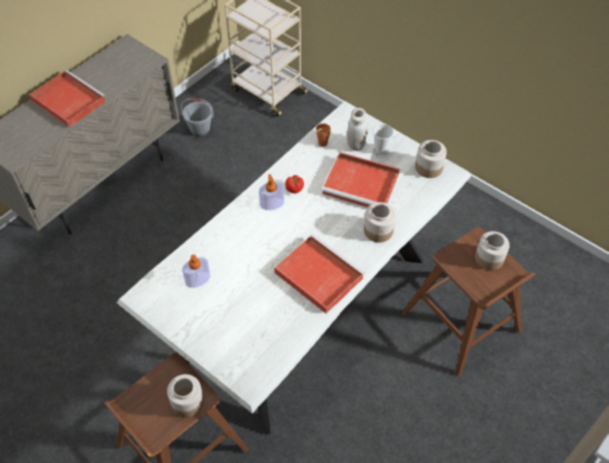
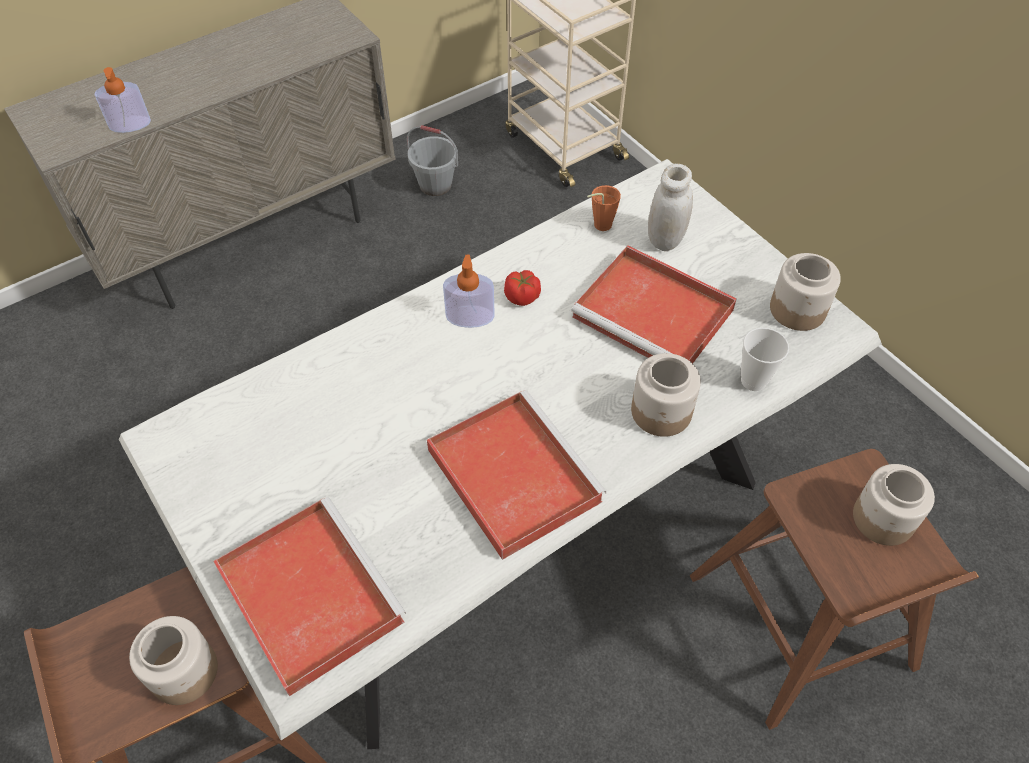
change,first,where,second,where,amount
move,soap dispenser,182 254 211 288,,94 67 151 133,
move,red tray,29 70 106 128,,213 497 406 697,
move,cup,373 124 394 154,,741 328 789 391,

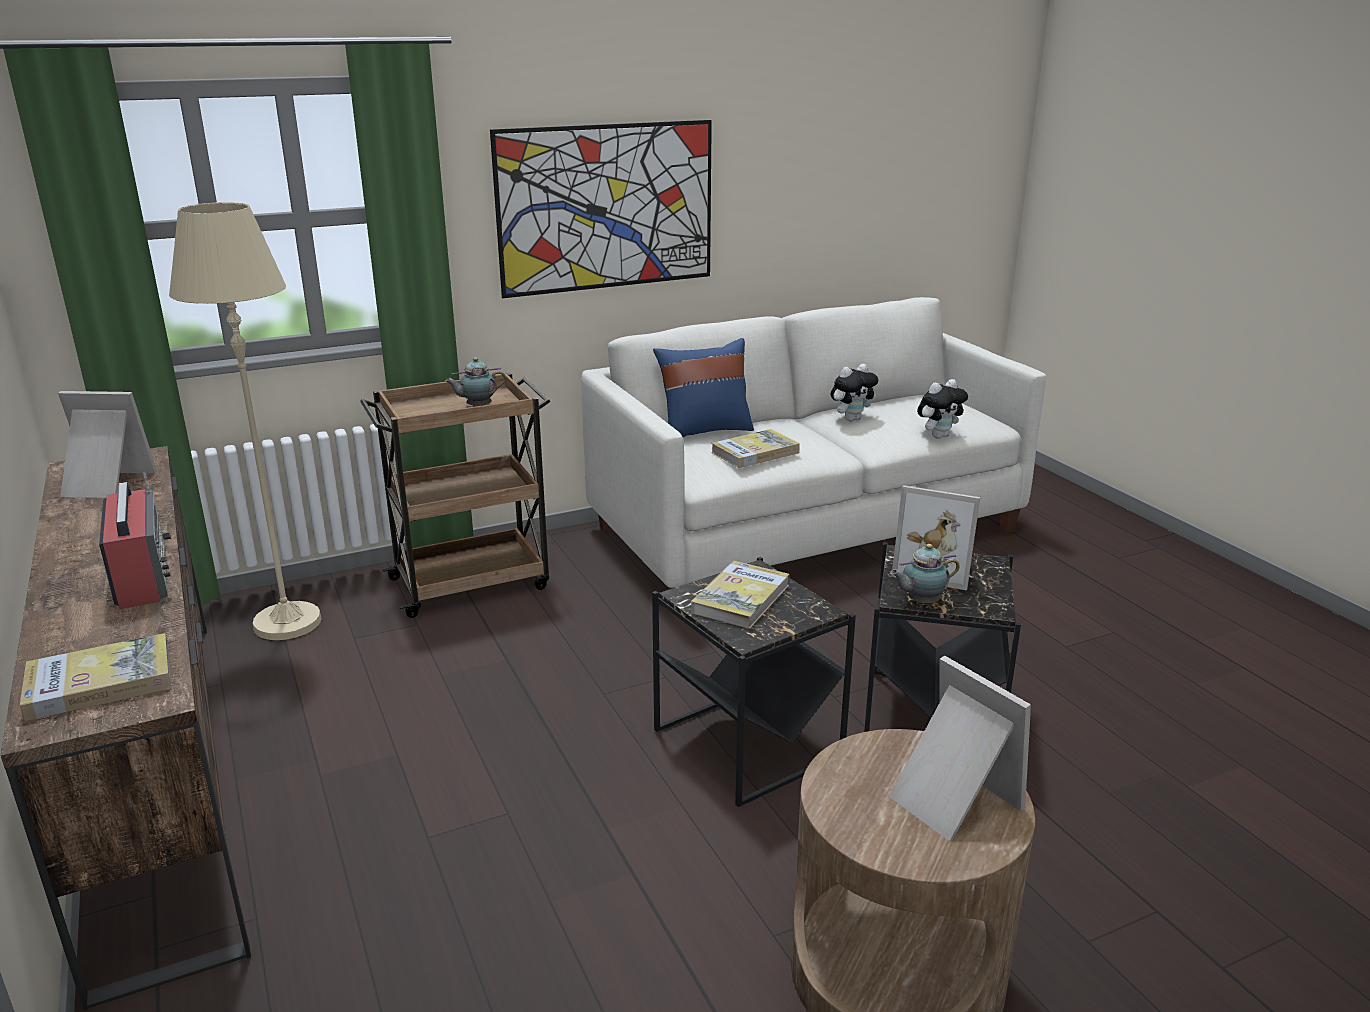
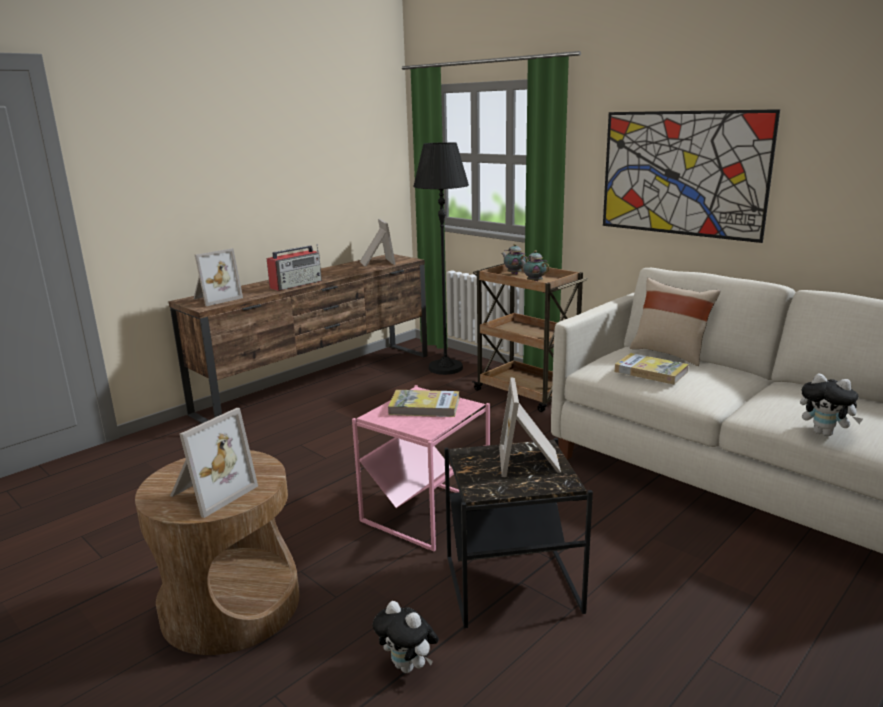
change,first,where,second,where,amount
replace,book,20 633 172 721,picture frame,194 248 243 306,
recolor,black side table,652 557 856 807,pink side table,352 385 490 551,
move,plush toy,831 364 878 421,,373 601 439 673,
recolor,beige floor lamp,169 202 321 640,black floor lamp,413 142 469 375,
move,teapot,890 544 960 603,,501 244 528 275,
recolor,blue pillow,653 338 754 437,beige pillow,630 278 721 366,

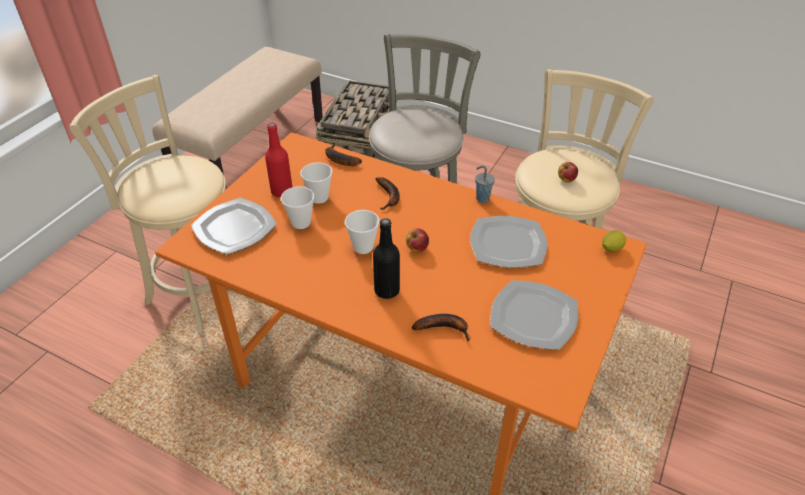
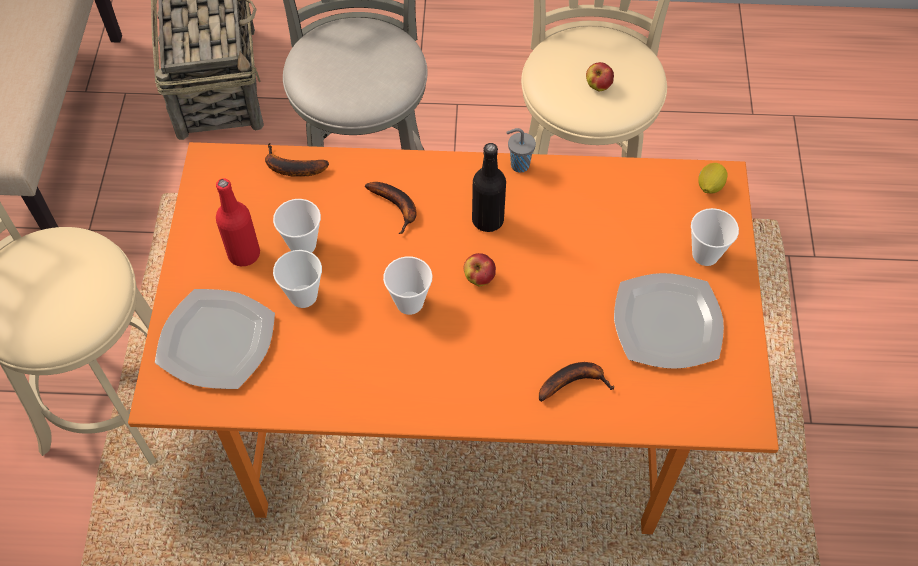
change,first,where,second,where,amount
move,black bottle,373 218 400 299,,472 143 506 232,
insert,,,cup,691 208 739 266,
delete,plate,470 216 547 268,,,

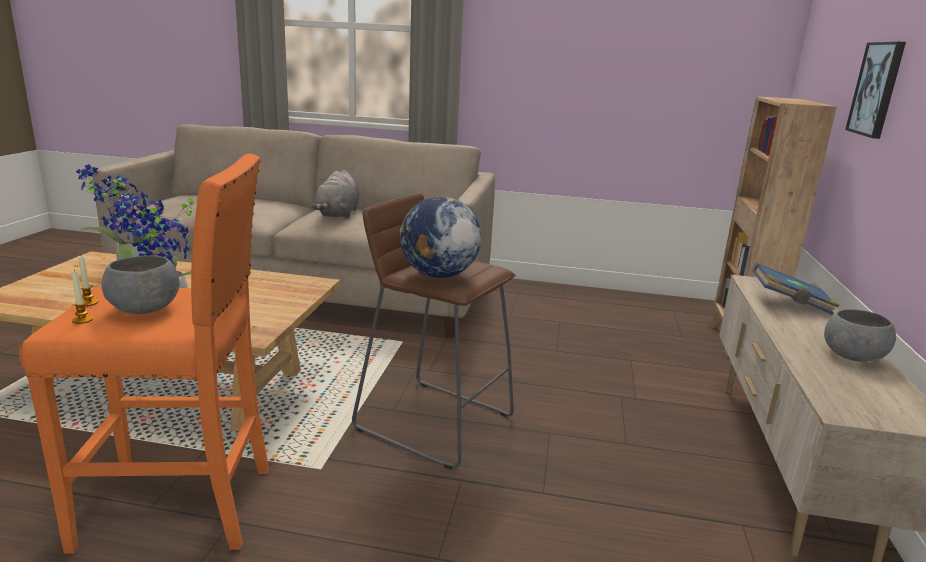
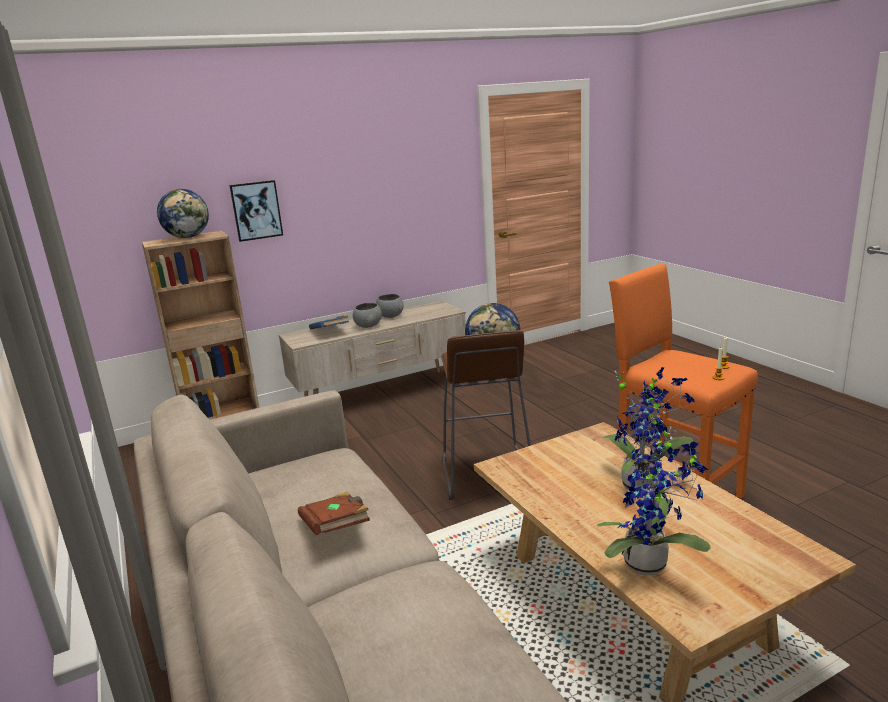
change,first,where,second,where,amount
insert,,,globe,156 189 209 238,
replace,grey plush toy,312 170 359 218,brown book,298 492 370 536,
move,grey bowl,102 256 179 314,,353 303 382 328,

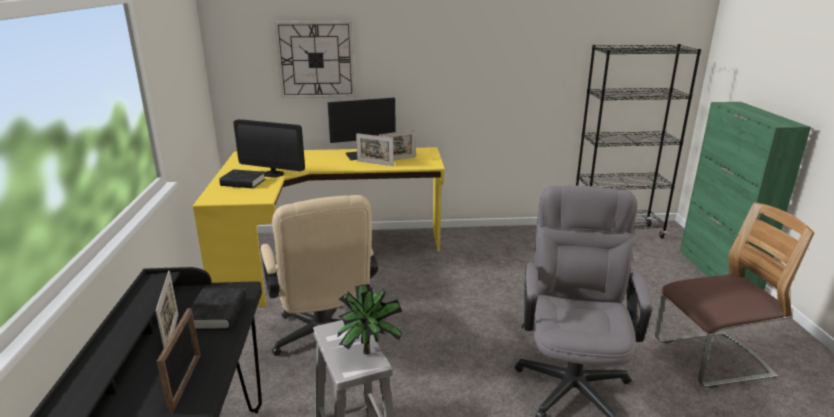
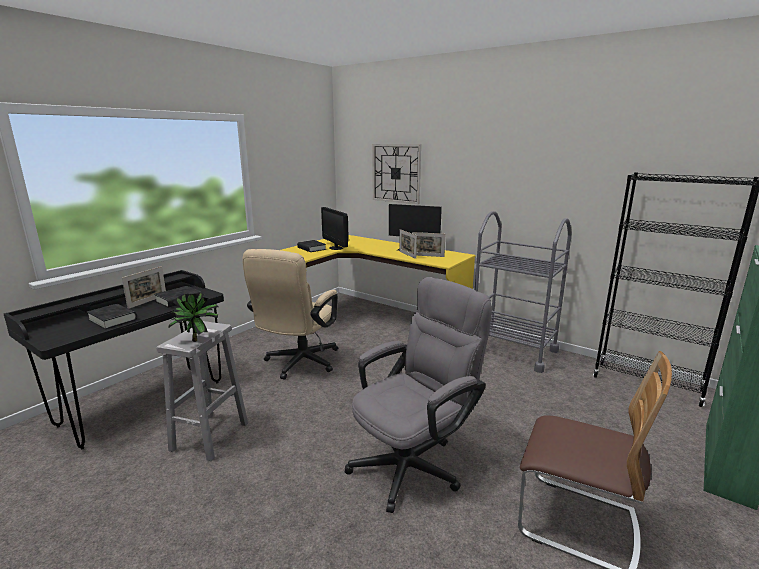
change,first,where,second,where,amount
replace,picture frame,156 308 200 413,black book,87 304 137 329,
insert,,,grey cart,475 211 572 373,

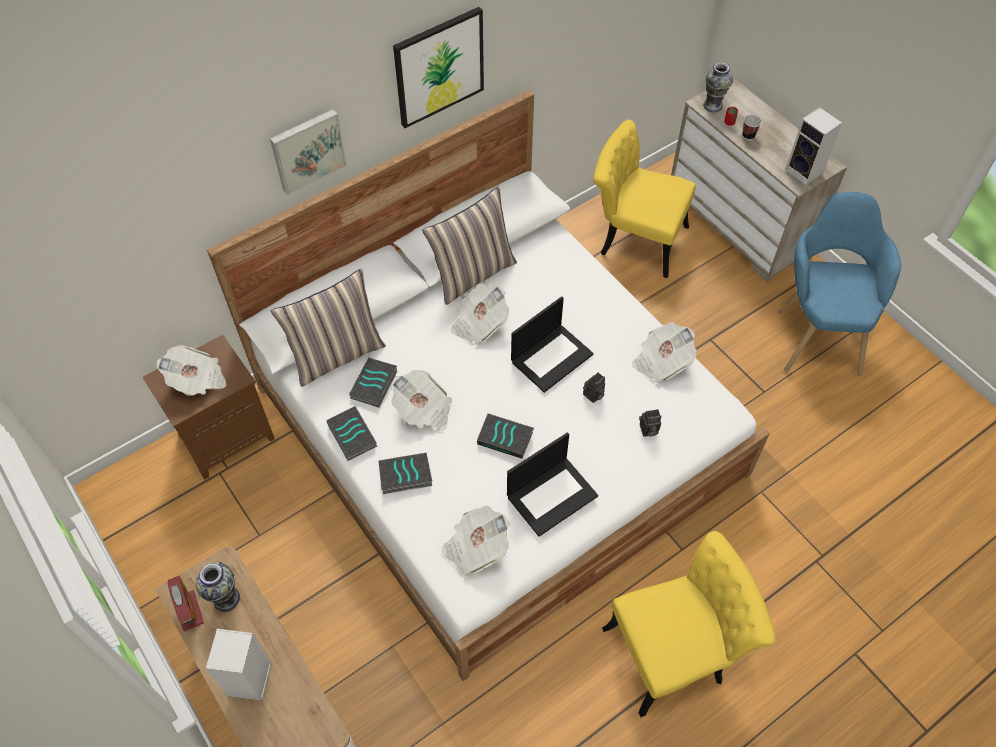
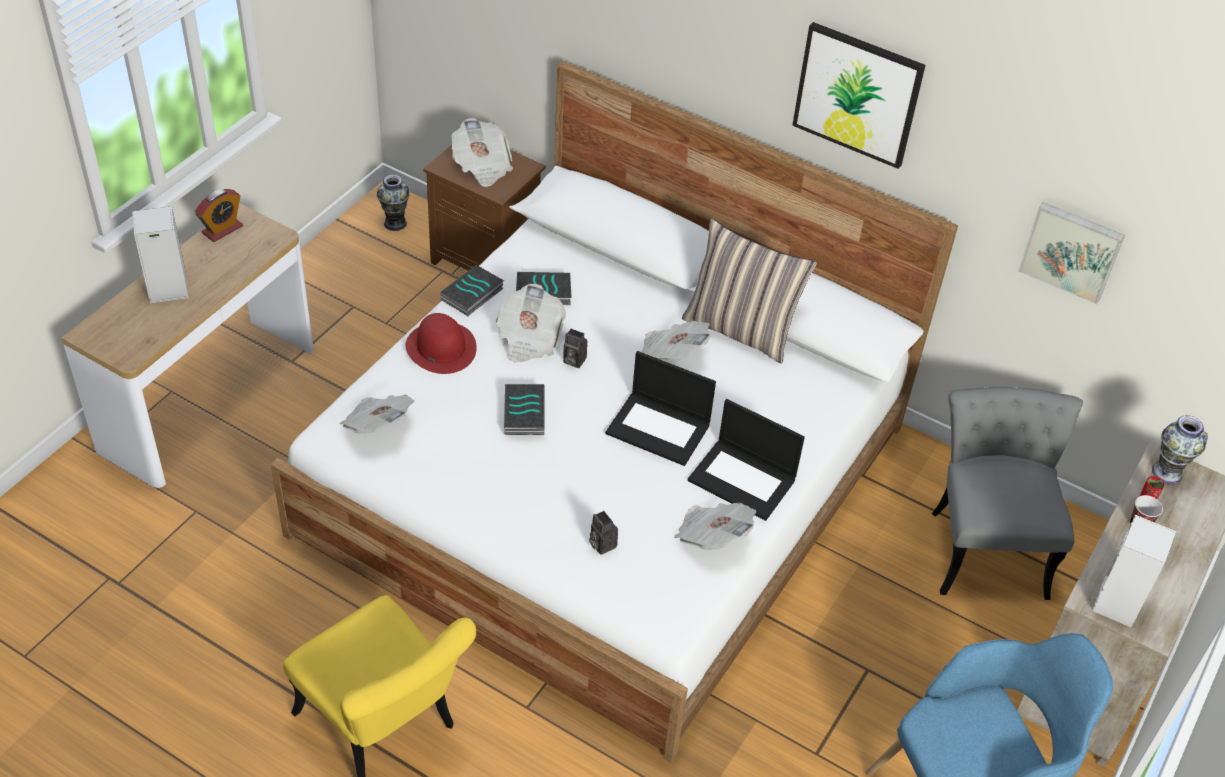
change,first,where,second,where,amount
move,vase,196 561 240 612,,377 175 409 231,
replace,book,379 453 432 494,red hat,406 313 477 374,
move,photo camera,583 372 605 403,,563 328 587 368,
move,laptop,507 432 598 537,,688 399 805 521,
recolor,yellow chair,593 120 696 278,grey chair,932 387 1083 600,
move,picture,270 109 347 195,,1018 202 1125 304,
delete,pillow,271 269 386 387,,,

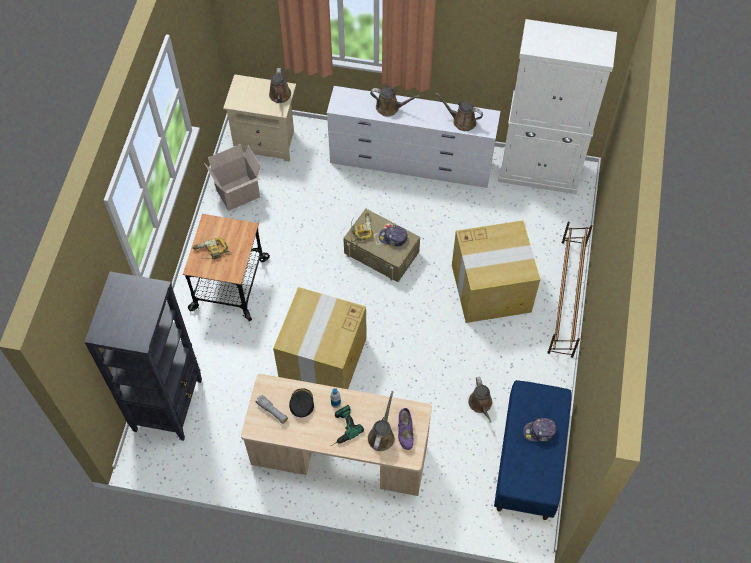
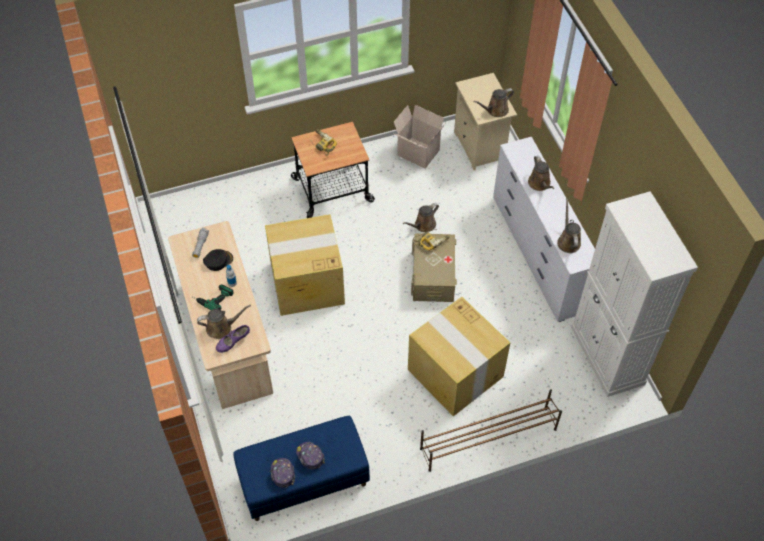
change,first,where,second,where,amount
move,cap,379 225 408 246,,270 458 295 488,
move,brown watering can,468 377 492 422,,402 203 439 232,
delete,black bookcase,84 271 202 441,,,

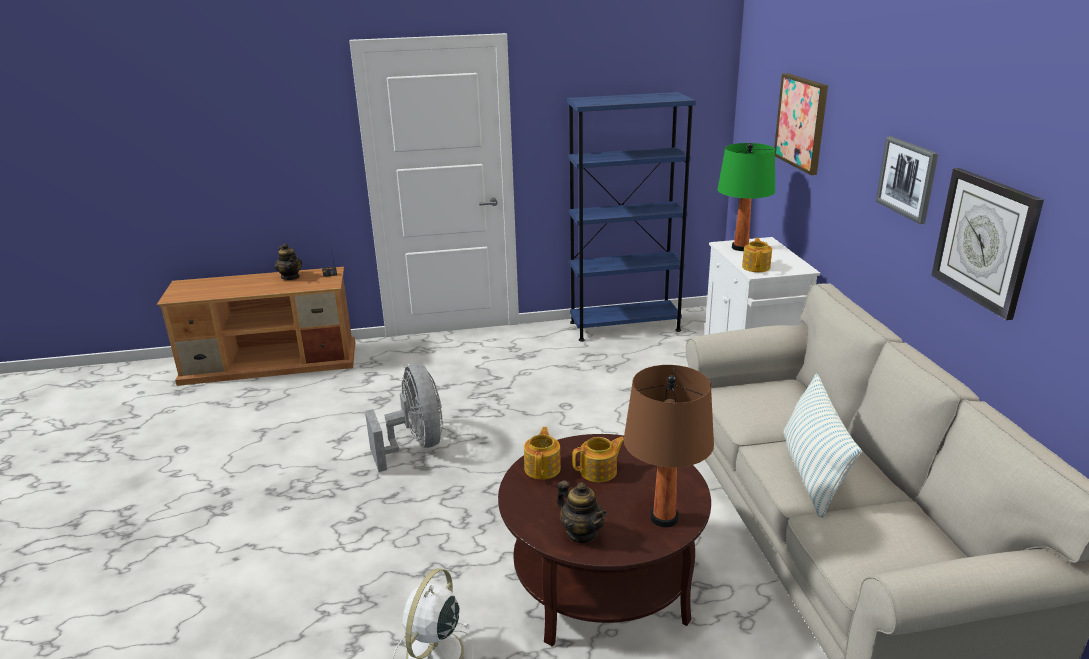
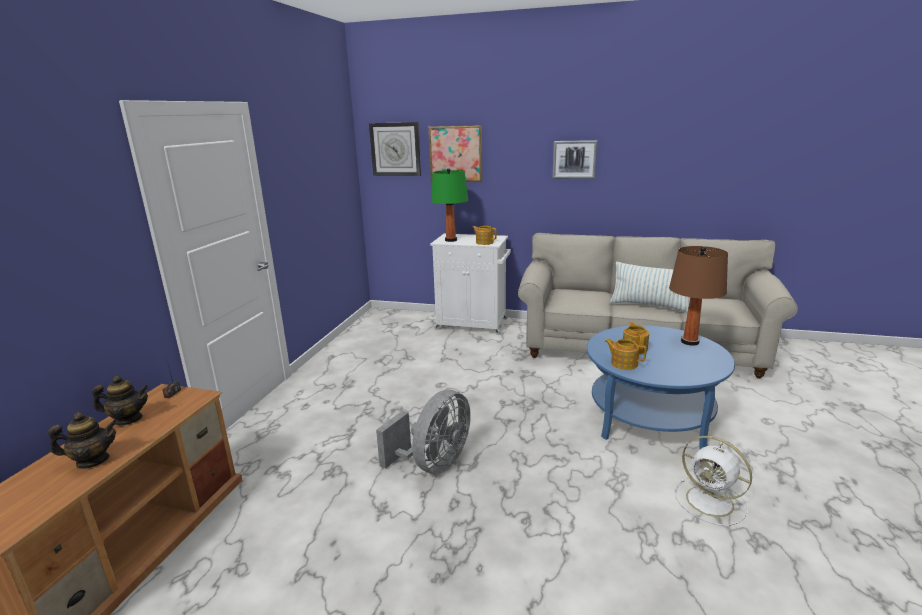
change,first,where,second,where,amount
move,teapot,557 480 607 543,,48 412 117 469,
move,wall clock,931 168 1044 320,,369 122 421 176,
rotate,grey fan,365 363 443 472,,376 390 471 474,120 degrees clockwise
recolor,brown coffee table,498 434 711 646,blue coffee table,587 325 735 450,
delete,blue bookcase,567 92 696 342,,,

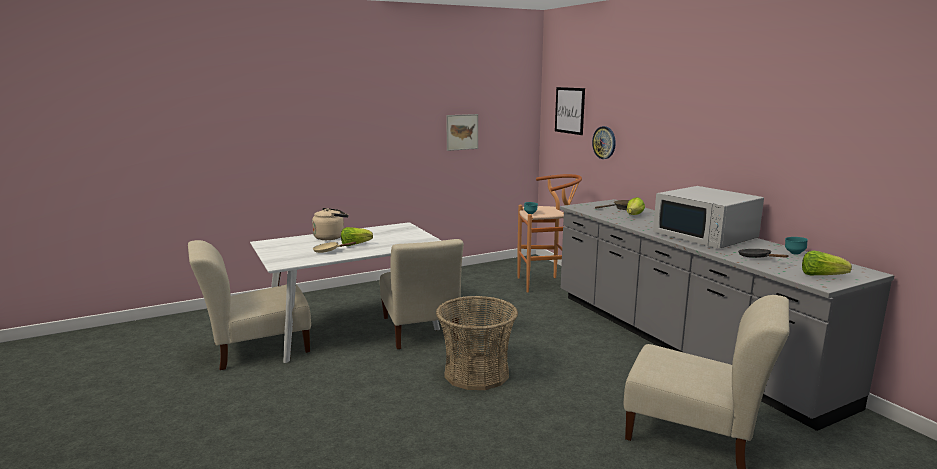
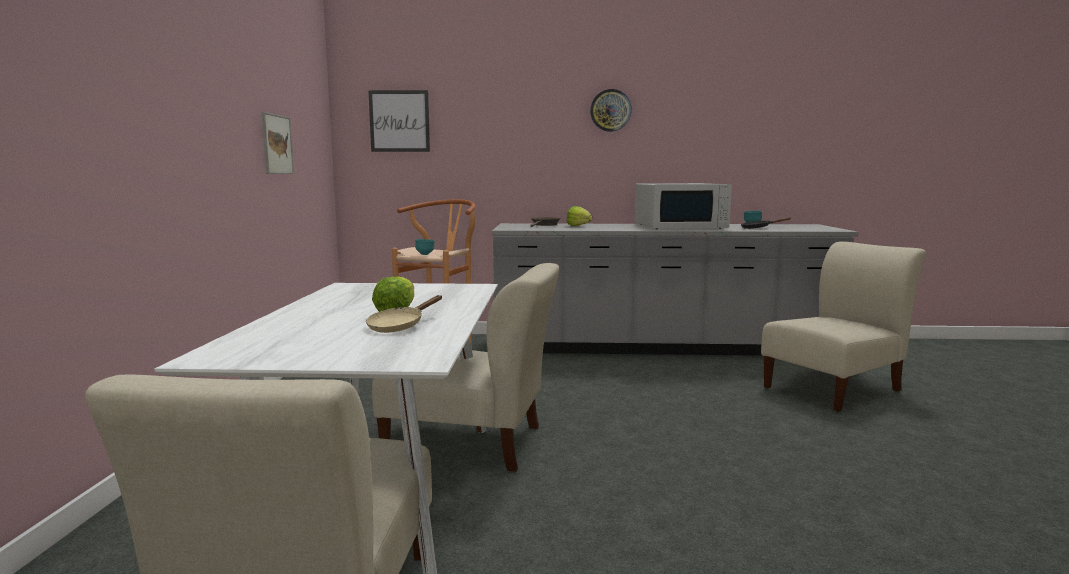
change,first,where,second,where,amount
move,wall clock,592 126 616 159,,590 89 632 132,
delete,beige kettle,312 208 348 240,,,
delete,basket,436 296 518 390,,,
delete,lettuce,802 250 852 276,,,

